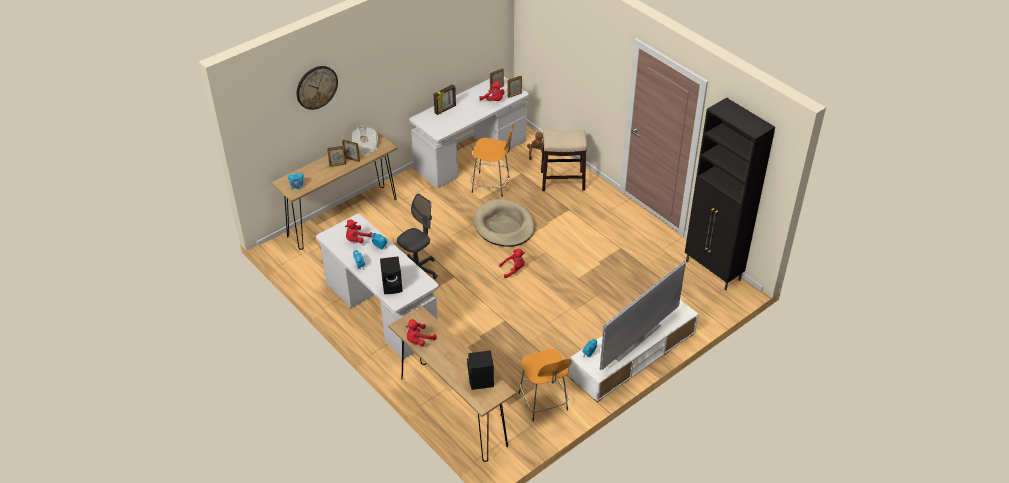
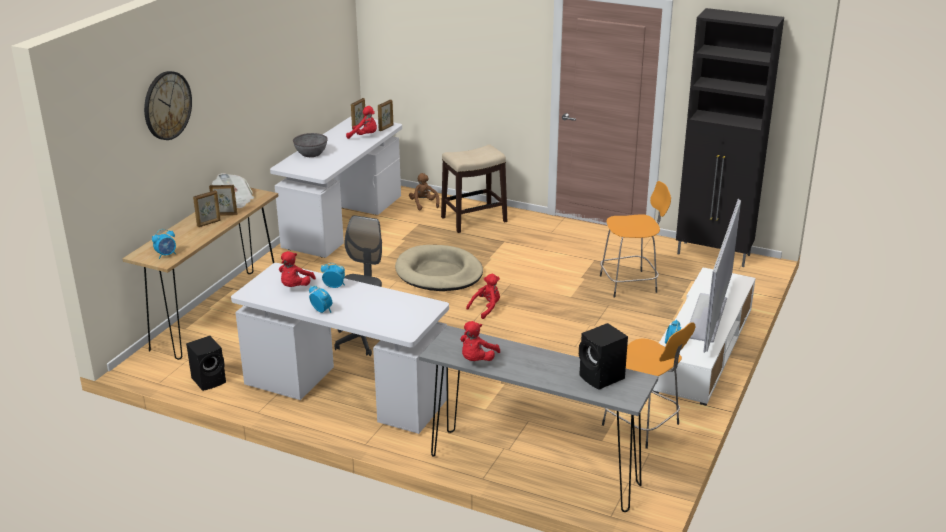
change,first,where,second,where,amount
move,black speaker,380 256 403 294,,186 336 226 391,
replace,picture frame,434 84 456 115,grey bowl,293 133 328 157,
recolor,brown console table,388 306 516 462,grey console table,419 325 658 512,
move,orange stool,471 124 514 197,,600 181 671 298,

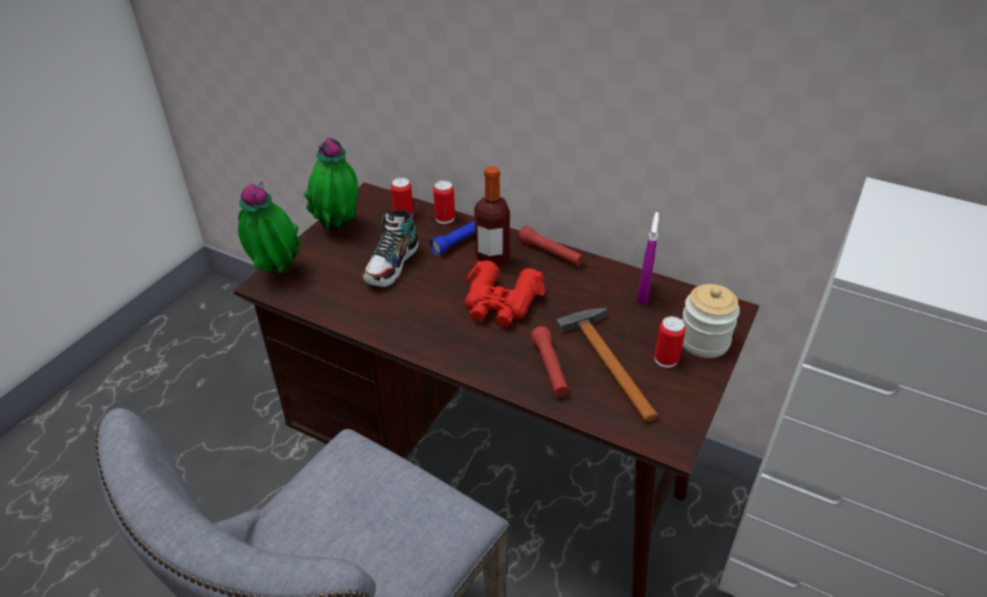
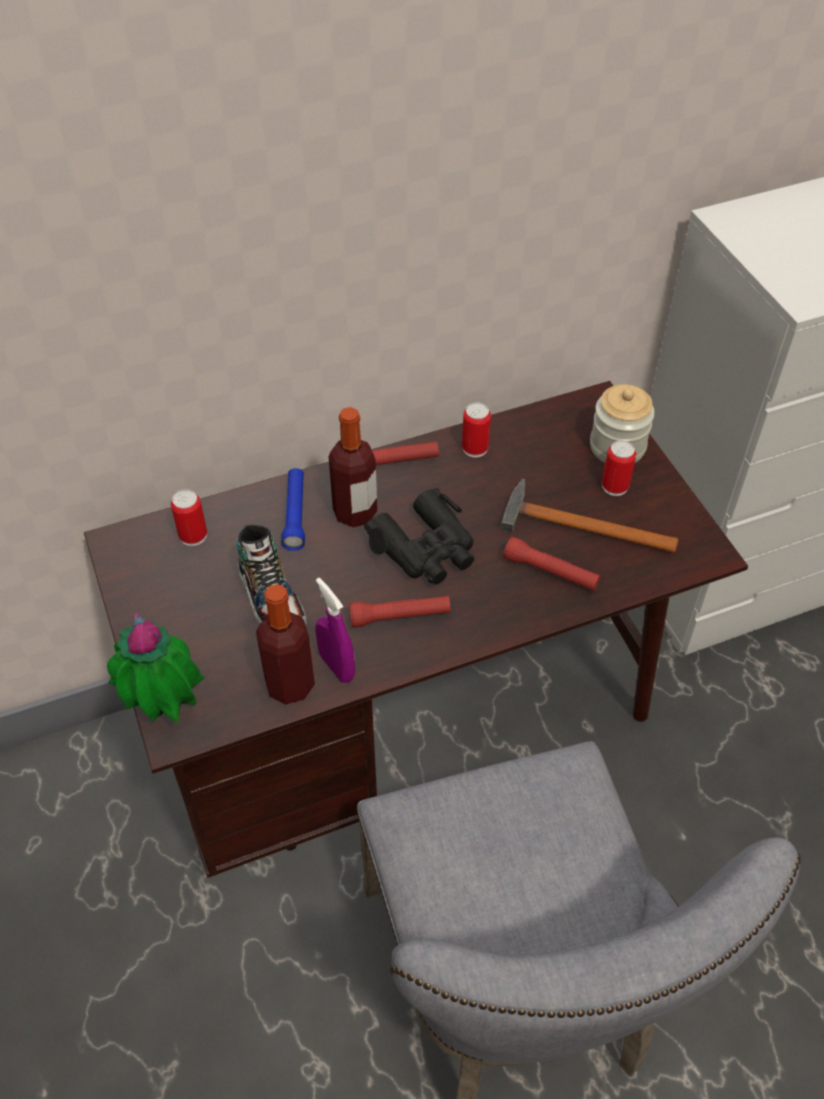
change,first,where,second,where,amount
insert,,,bottle,256 584 315 704,
move,purple spray bottle,637 212 659 305,,315 578 355 683,
insert,,,red flashlight,349 596 451 627,
recolor,red binoculars,464 261 545 327,black binoculars,364 488 474 584,
move,can,433 180 455 224,,462 402 491 457,
delete,potted plant,304 137 358 231,,,

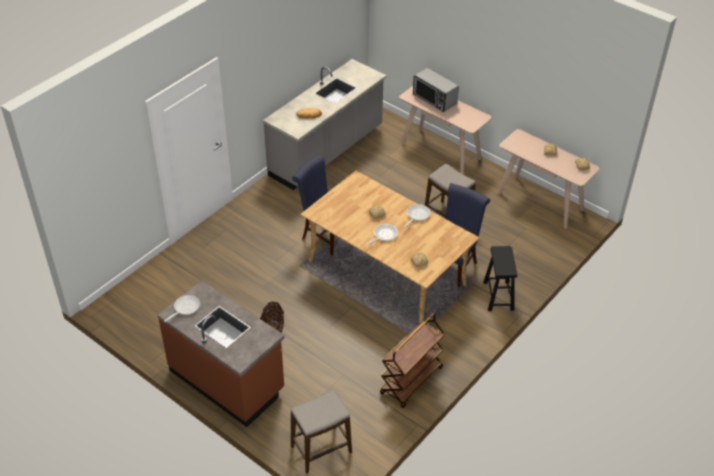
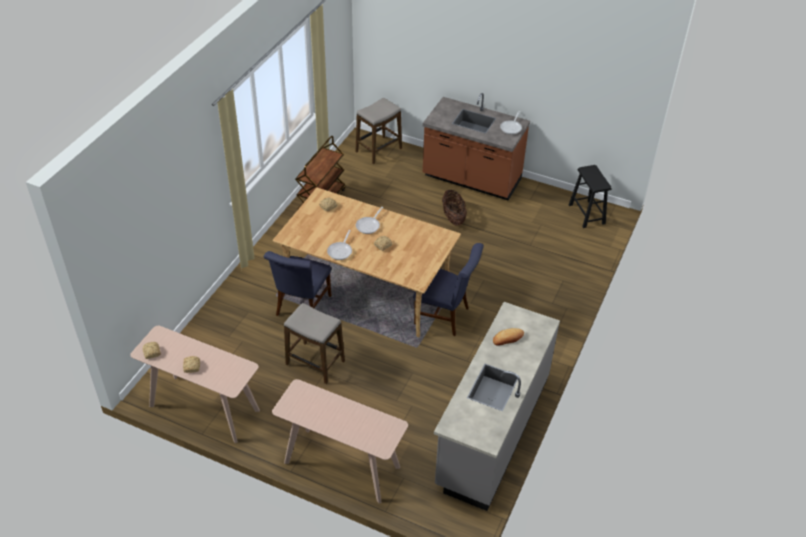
change,first,where,second,where,amount
move,black stool,483 246 517 311,,569 165 612 228,
delete,microwave,413 67 459 112,,,

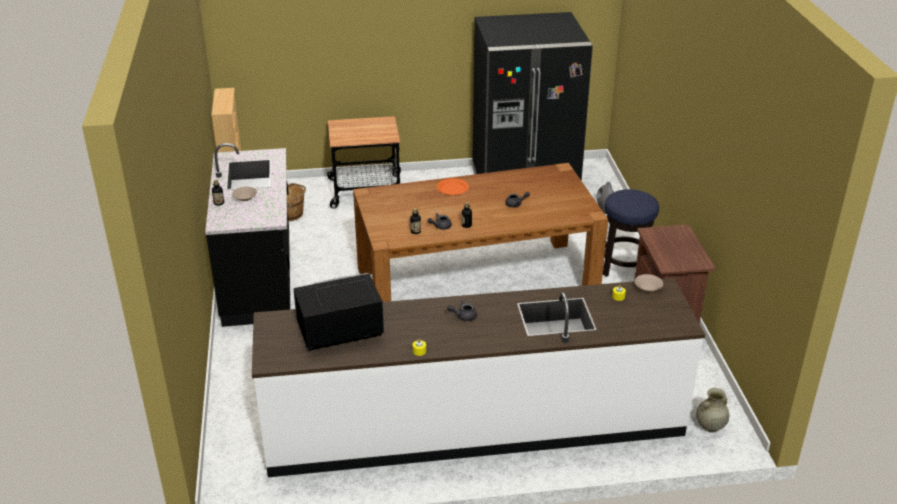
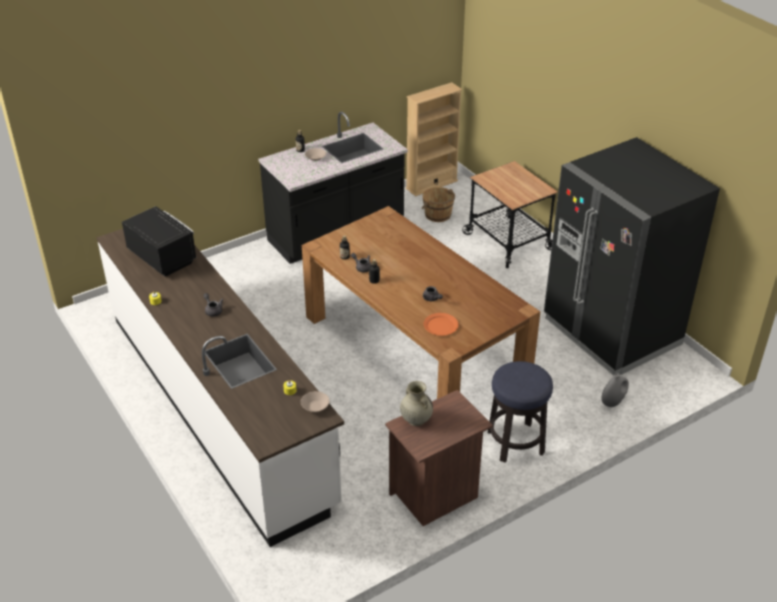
change,first,where,second,where,amount
move,beige vase,696 388 729 433,,400 381 433 426,
move,orange plate,437 178 469 195,,424 313 459 336,

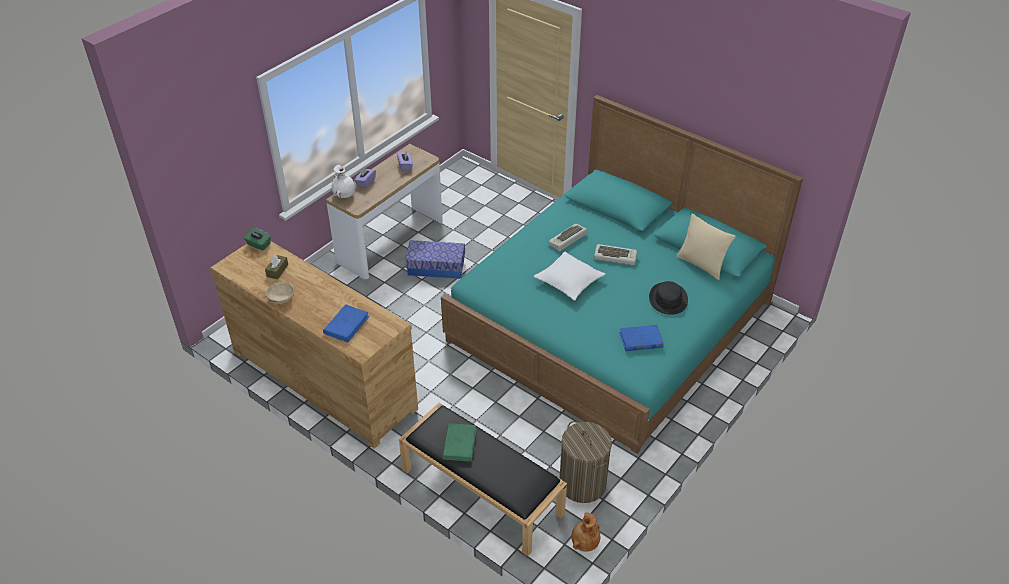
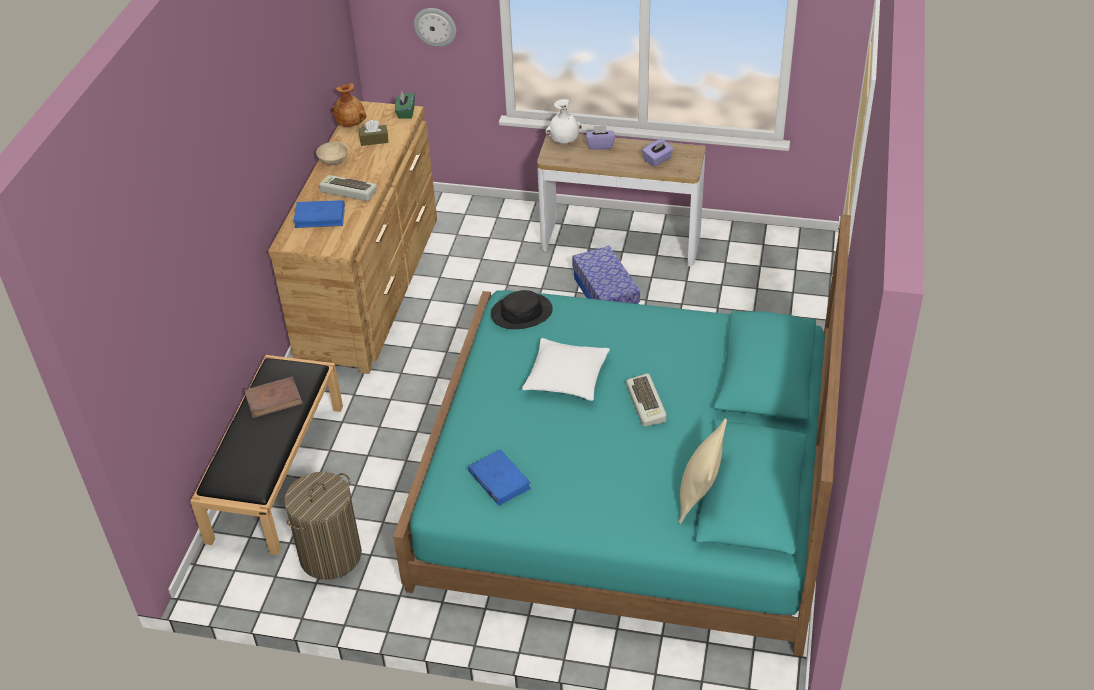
change,first,where,second,where,amount
recolor,green book,442 423 477 462,brown book,244 376 303 418,
move,keyboard,549 224 587 251,,319 175 377 201,
move,brown vase,571 512 600 552,,331 83 366 127,
insert,,,wall clock,414 8 456 47,
move,black hat,649 281 688 315,,491 290 553 329,

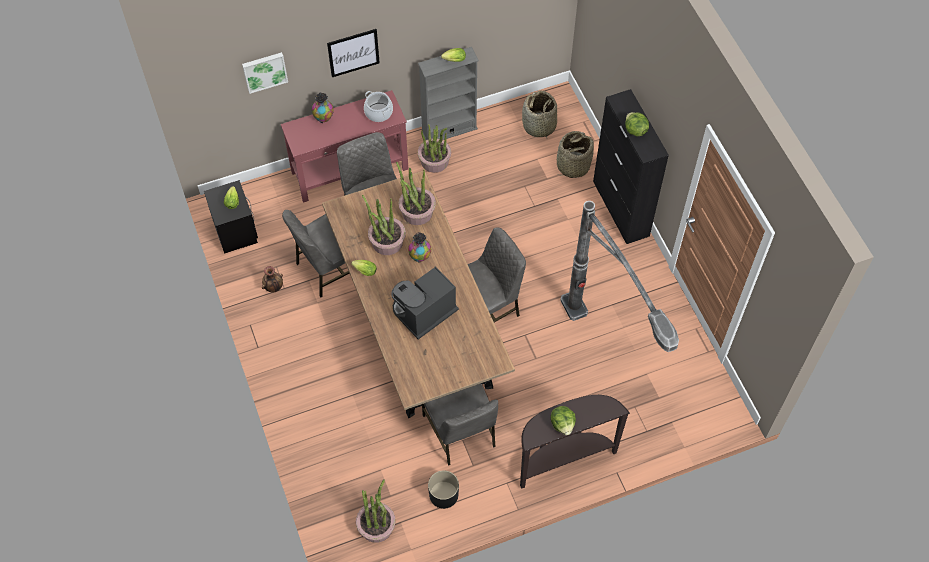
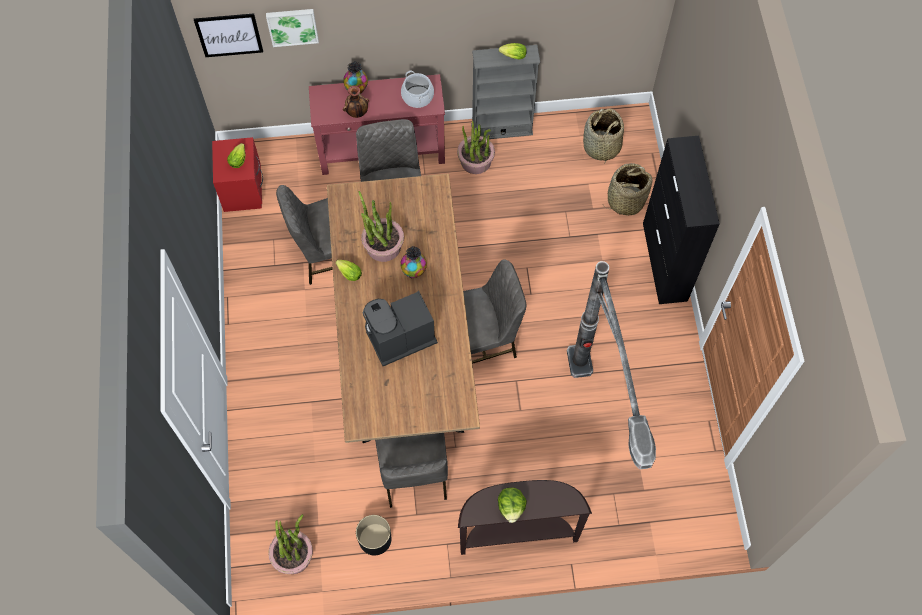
change,first,where,second,where,amount
move,picture,327 29 380 77,,194 13 263 57,
recolor,black nightstand,204 180 258 254,red nightstand,212 137 263 212,
move,vase,262 266 283 293,,343 86 369 118,
delete,potted plant,396 162 436 225,,,
delete,lettuce,625 112 649 136,,,

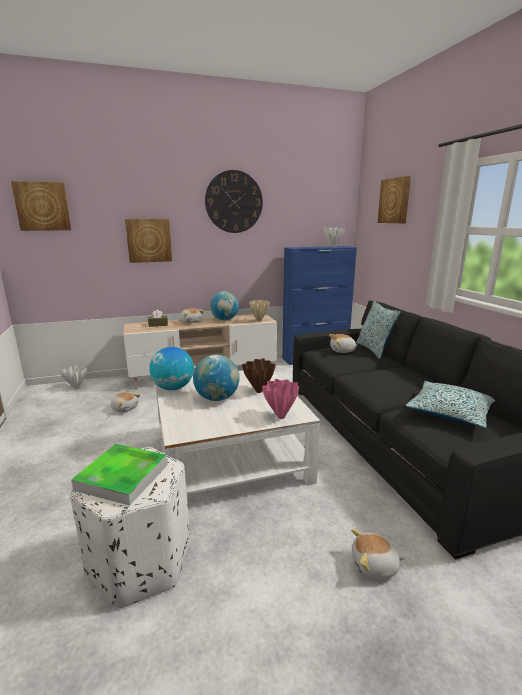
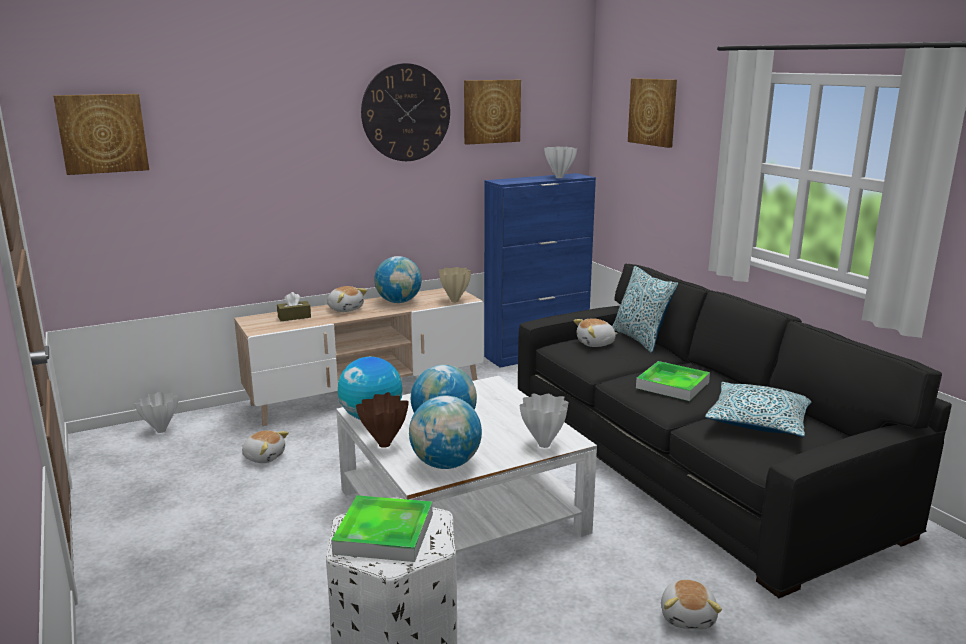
change,first,where,second,where,amount
move,brown vase,242 358 276 393,,356 392 409 448,
insert,,,globe,409 395 482 469,
move,picture,125 219 172 263,,464 80 521 145,
recolor,pink vase,262 379 299 419,white vase,520 393 568 448,
insert,,,tray,636 361 710 401,
rotate,plush toy,351 529 405 580,,661 579 722 630,75 degrees counterclockwise

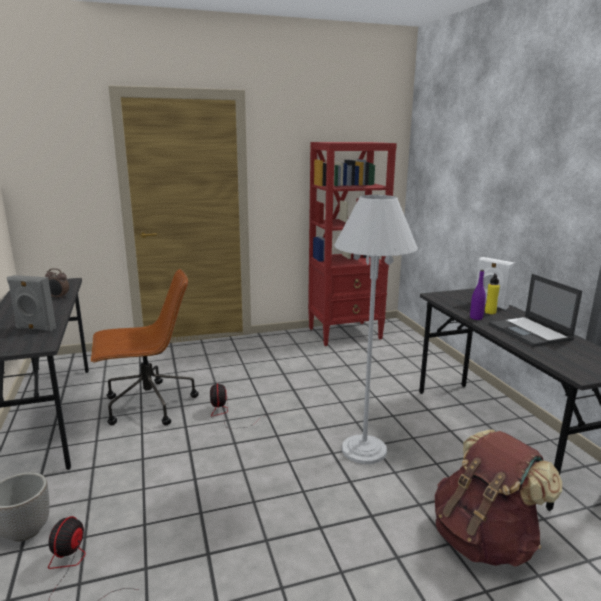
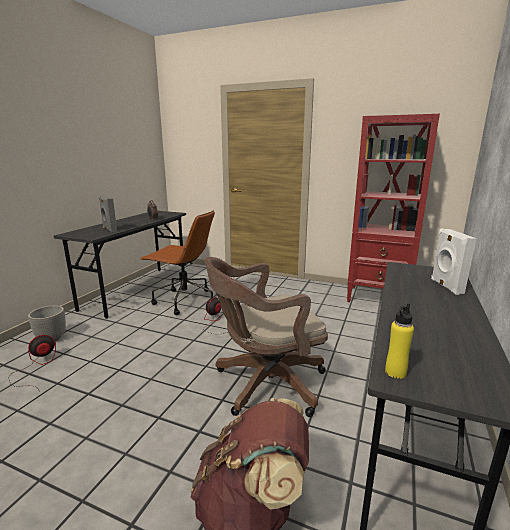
change,first,where,second,where,amount
replace,white floor lamp,334 195 418 464,brown office chair,205 257 328 417,
move,yellow bottle,485 273 500 314,,385 303 414 379,
delete,purple bottle,470 270 486 320,,,
delete,laptop,489 274 582 347,,,

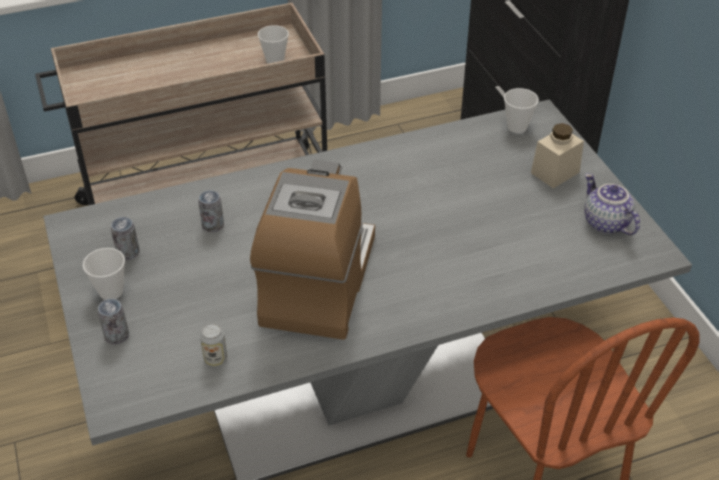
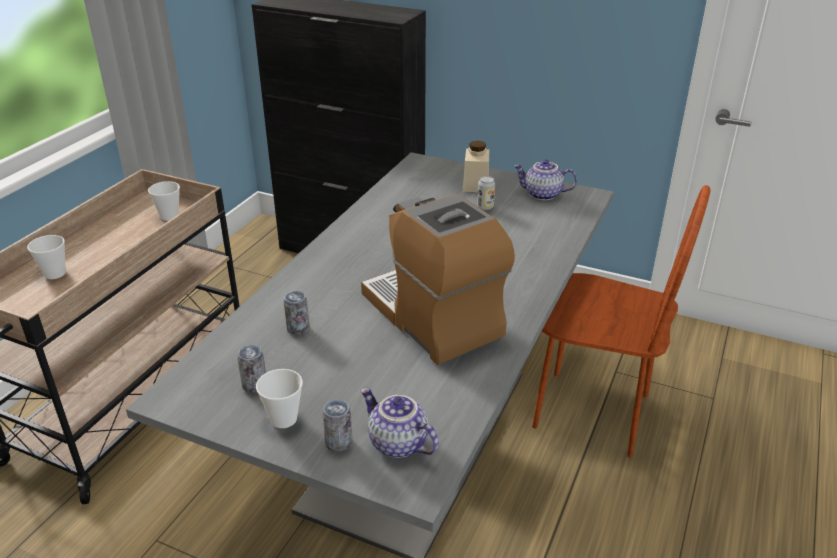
change,first,where,second,where,amount
move,cup,504 88 539 133,,27 235 66 279,
insert,,,teapot,360 388 439 458,
move,can,200 323 227 367,,477 176 495 210,

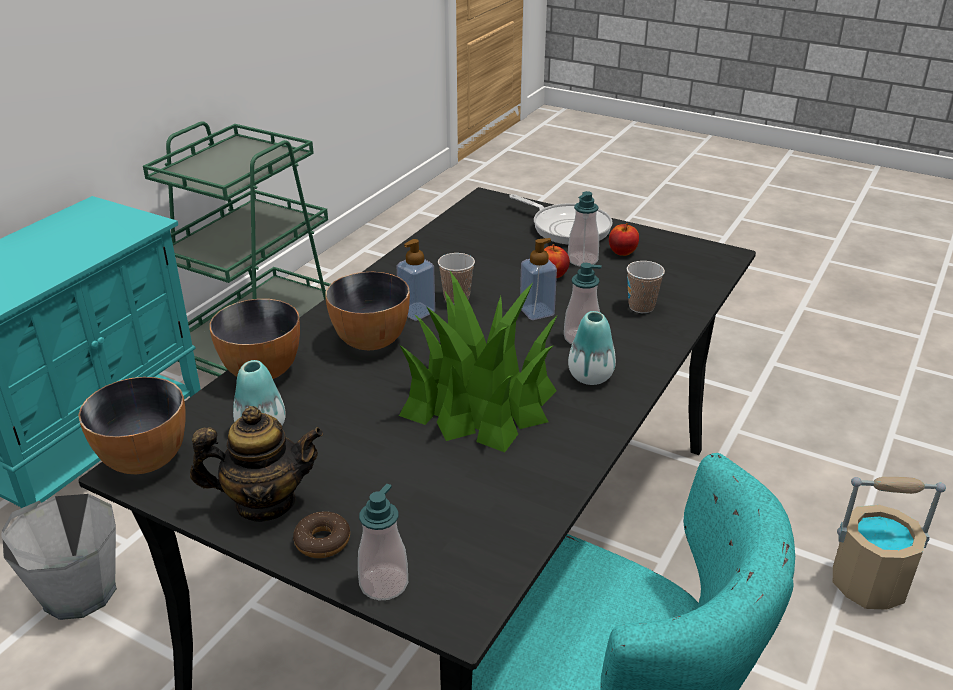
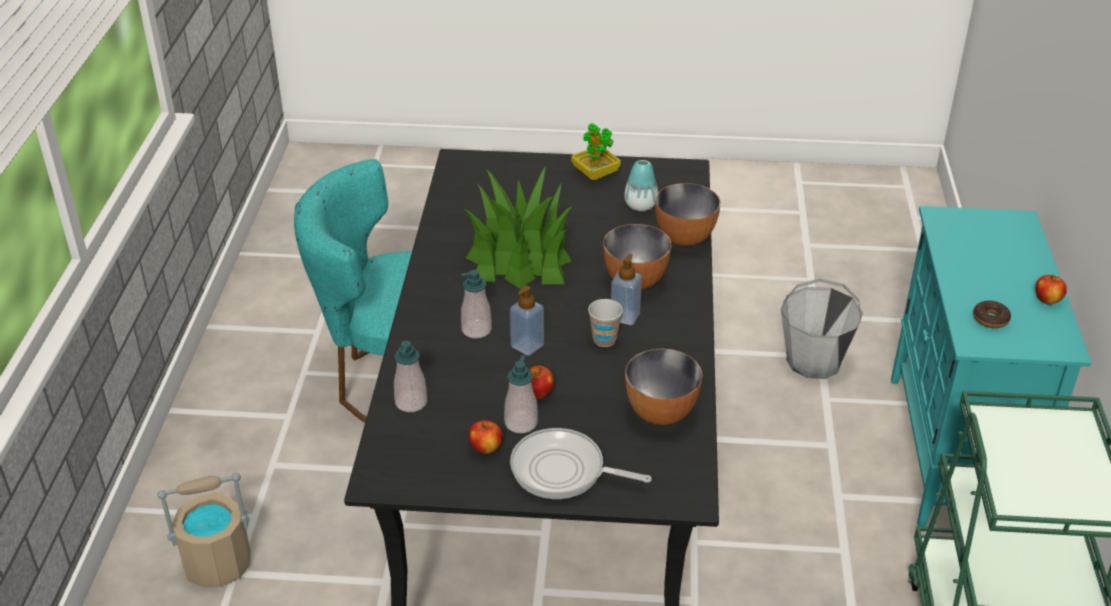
change,first,where,second,where,amount
move,soap dispenser,358 484 408 600,,394 341 427 412,
replace,teapot,190 406 323 522,potted plant,571 123 621 181,
move,bowl,78 377 186 474,,625 349 703 425,
move,donut,293 511 350 558,,973 301 1011 328,
insert,,,apple,1035 275 1067 305,
delete,vase,568 311 616 385,,,
delete,cup,627 261 665 313,,,

